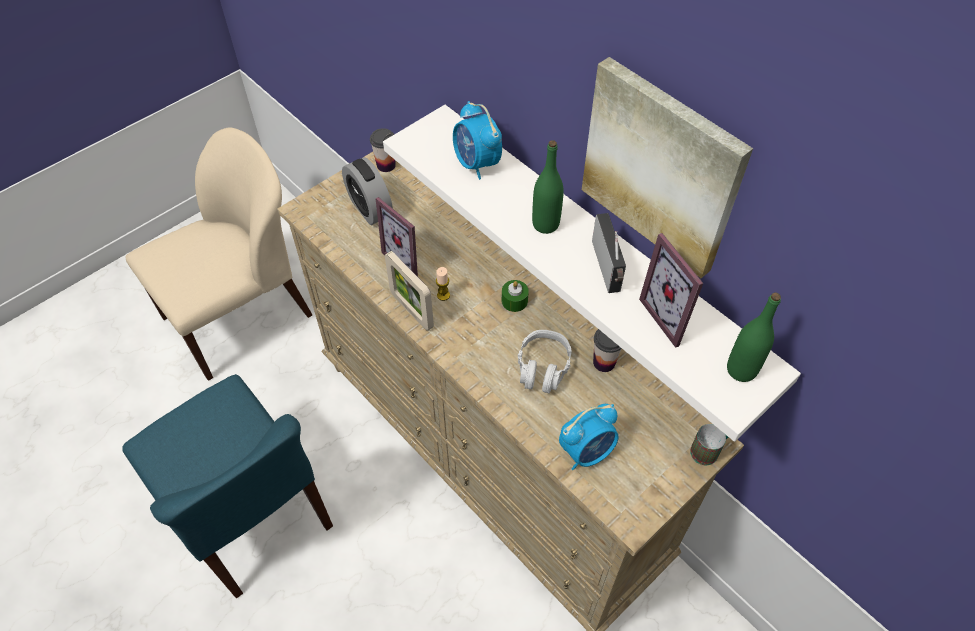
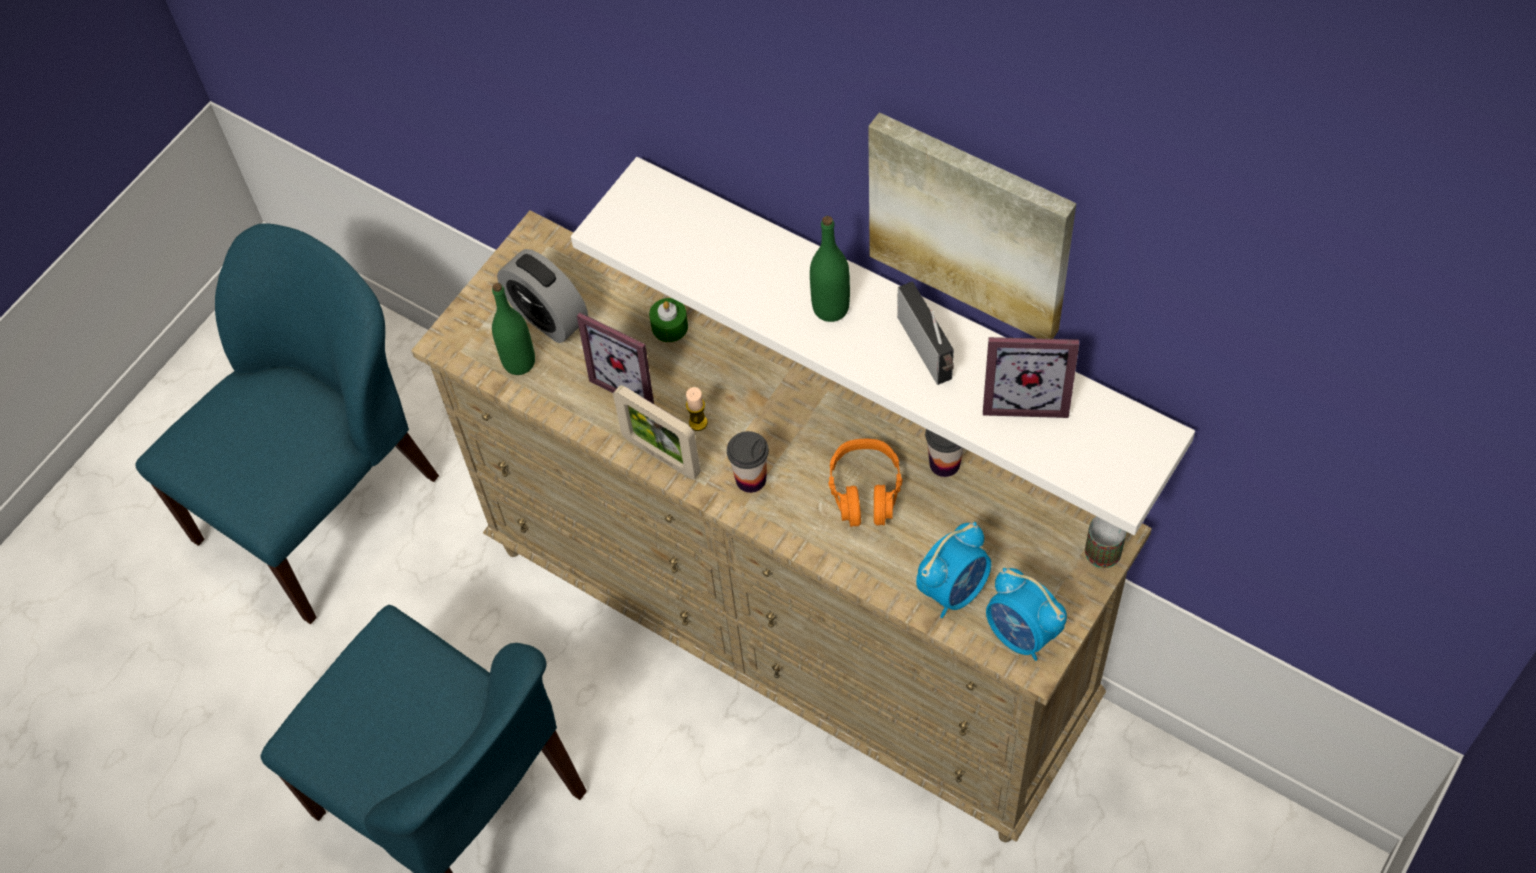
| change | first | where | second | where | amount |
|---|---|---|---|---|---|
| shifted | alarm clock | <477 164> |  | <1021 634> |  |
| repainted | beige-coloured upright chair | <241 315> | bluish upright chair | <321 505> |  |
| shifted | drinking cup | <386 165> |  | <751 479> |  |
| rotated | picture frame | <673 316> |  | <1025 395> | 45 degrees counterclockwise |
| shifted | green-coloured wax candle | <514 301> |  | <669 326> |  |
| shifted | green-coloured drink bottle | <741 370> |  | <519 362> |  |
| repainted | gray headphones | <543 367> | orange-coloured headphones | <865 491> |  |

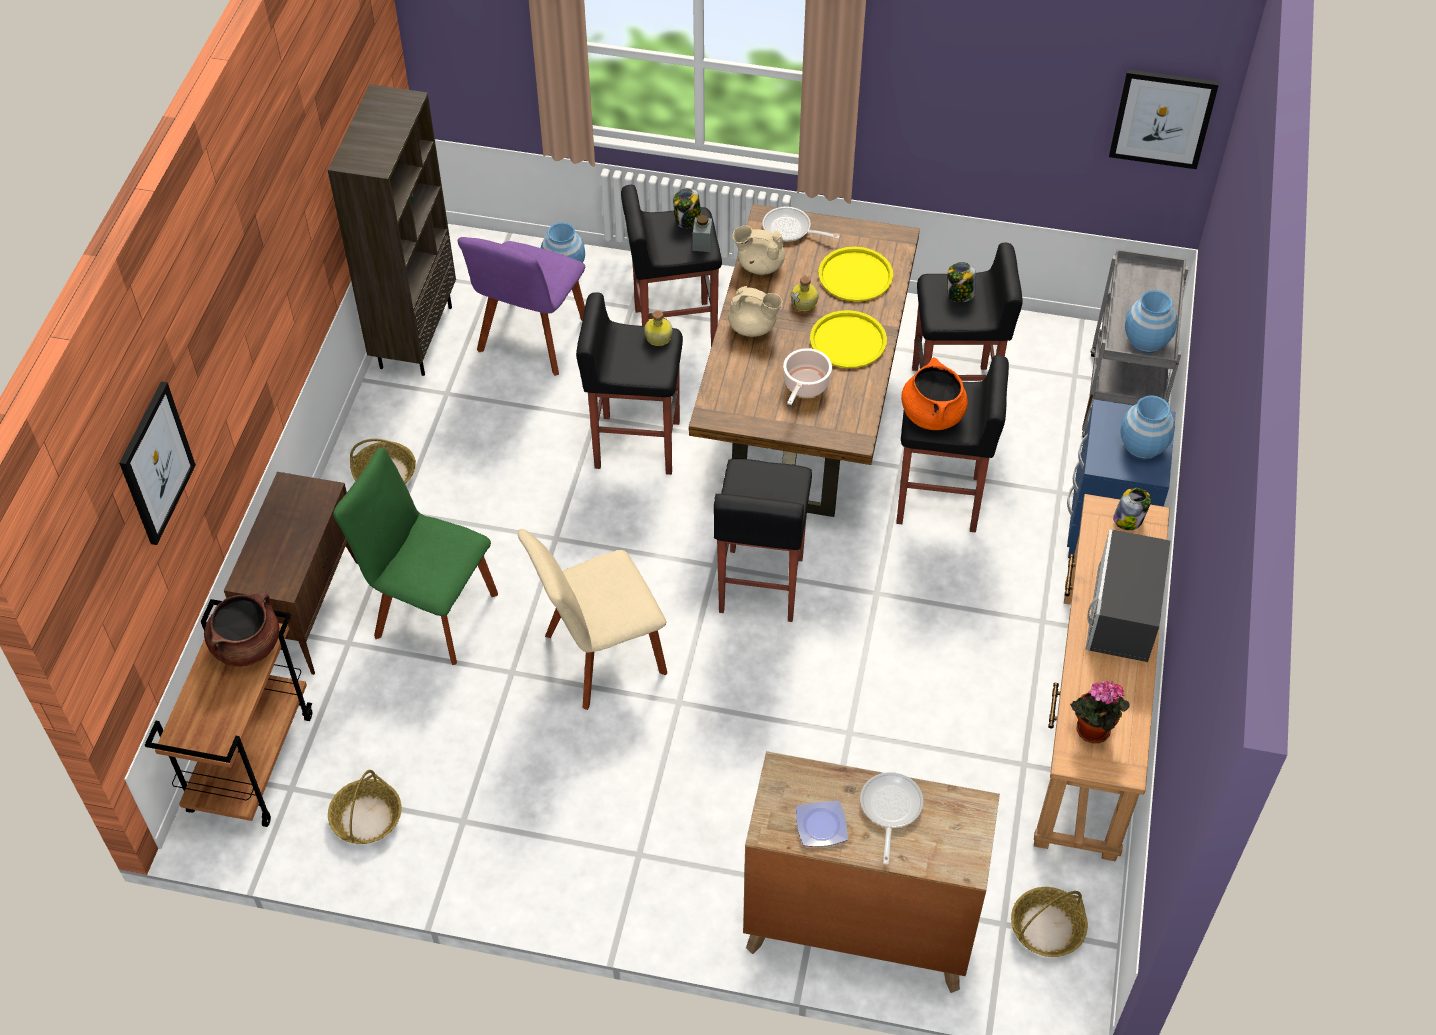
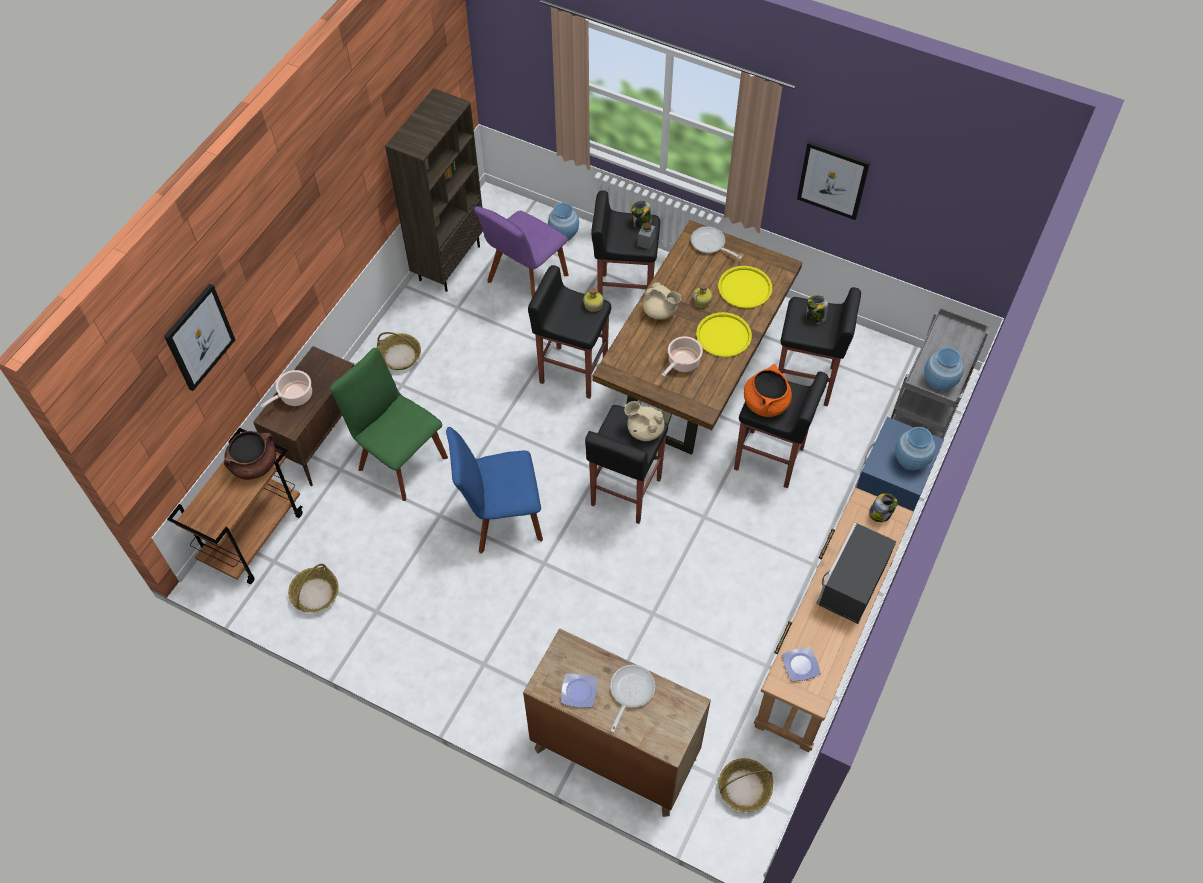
| change | first | where | second | where | amount |
|---|---|---|---|---|---|
| shifted | wall art | <1162 118> |  | <833 179> |  |
| shifted | beige-coloured tea pot | <759 265> |  | <644 430> |  |
| repainted | beige-coloured upright chair | <599 657> | bluish upright chair | <501 518> |  |
| swapped | plant in a pot | <1091 732> | plate | <800 666> |  |
| new |  |  | stockpot | <295 396> |  |

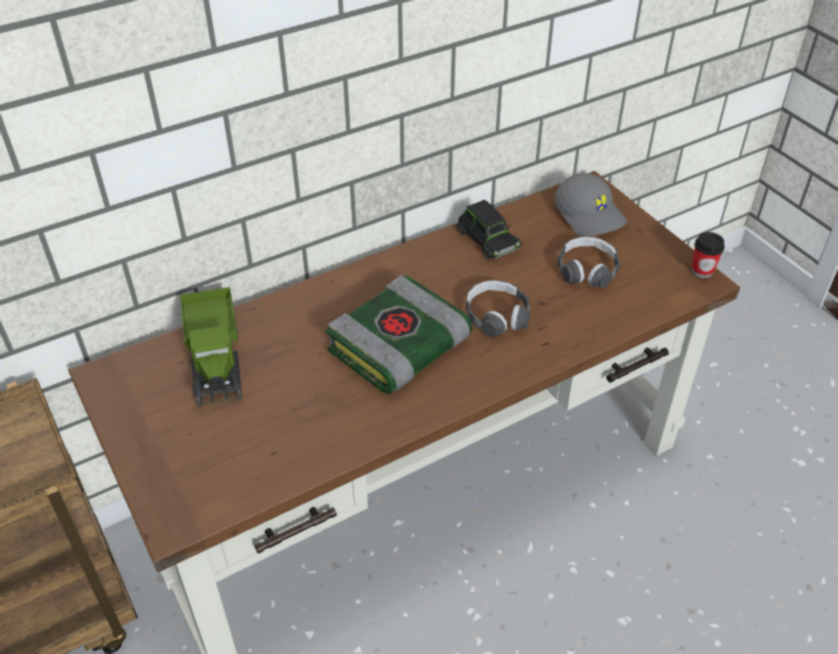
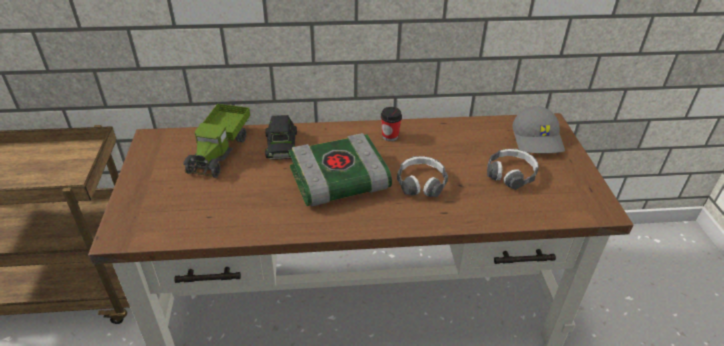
| change | first | where | second | where | amount |
|---|---|---|---|---|---|
| shifted | black-coloured model car | <487 238> |  | <281 144> |  |
| shifted | drinking cup | <702 271> |  | <390 136> |  |

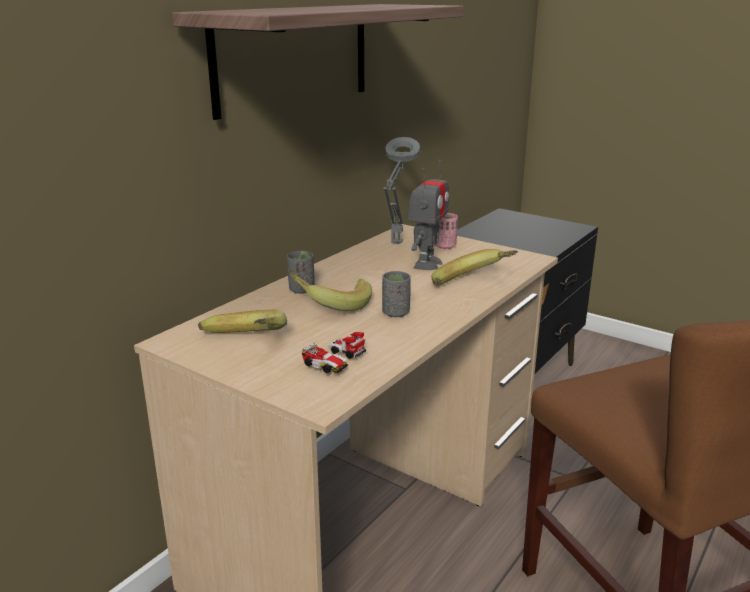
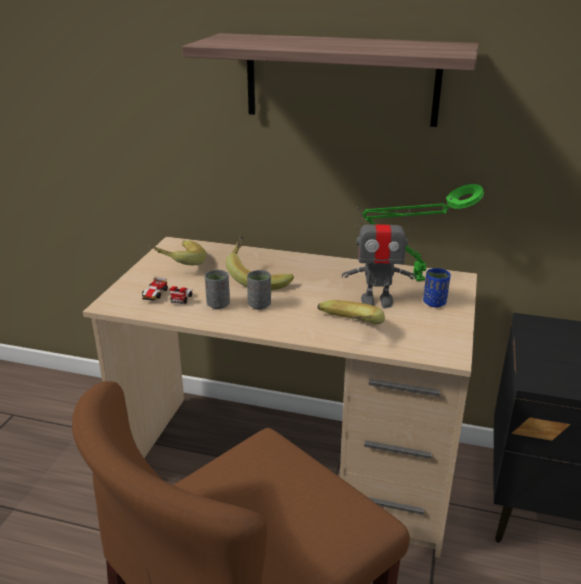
| change | first | where | second | where | amount |
|---|---|---|---|---|---|
| repainted | gray lamp for a table | <396 244> | green-coloured lamp for a table | <415 280> |  |
| repainted | pinkish drinking cup | <445 246> | bluish drinking cup | <434 303> |  |
| shifted | gray drinking cup | <301 290> |  | <218 304> |  |

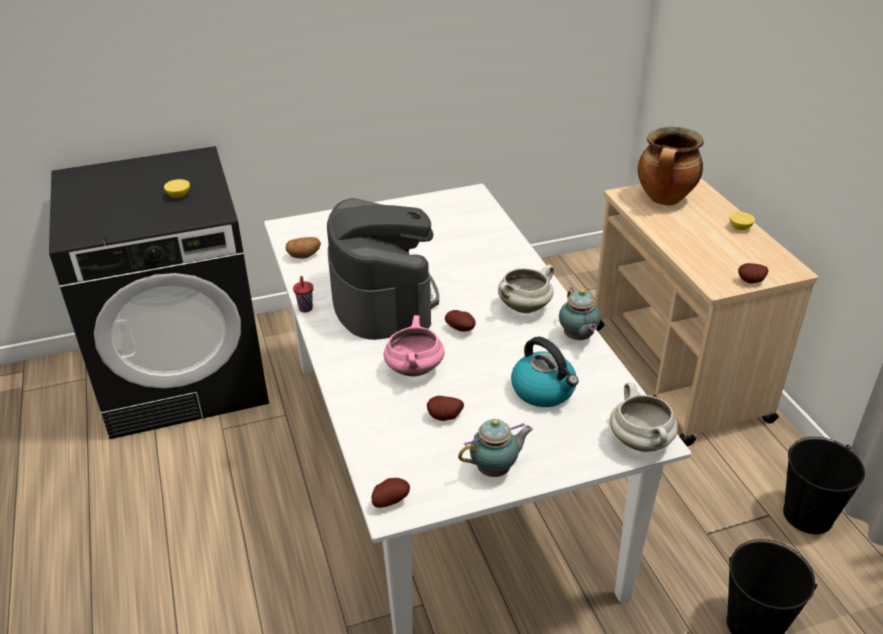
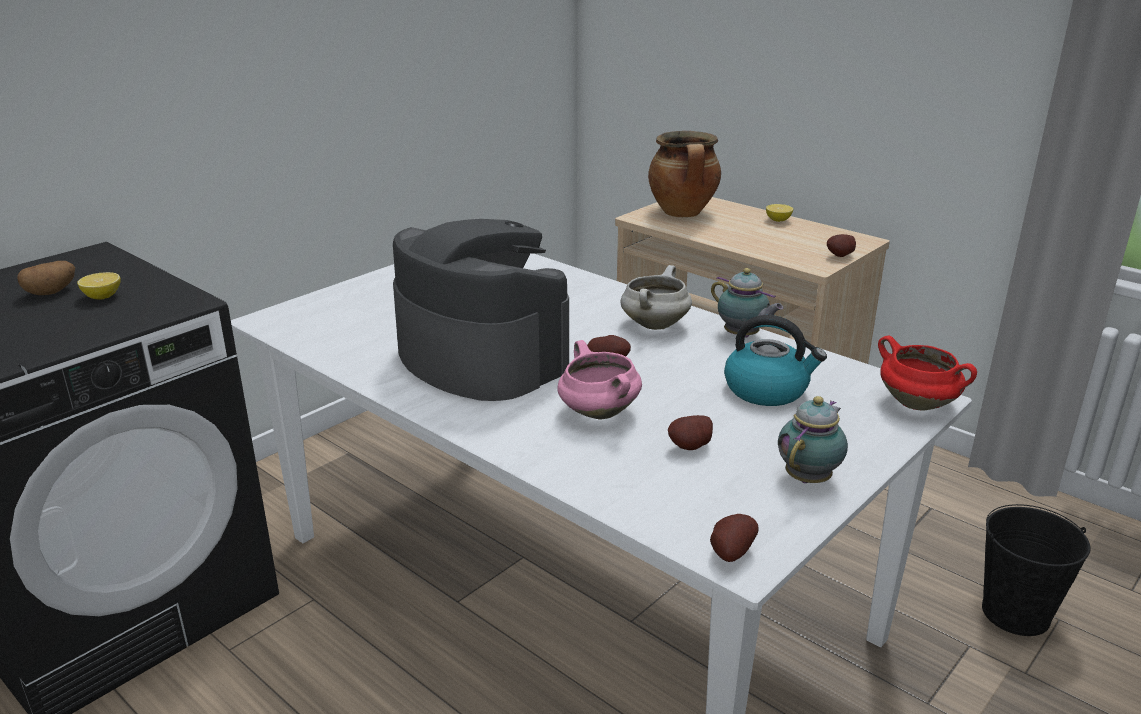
| change | first | where | second | where | amount |
|---|---|---|---|---|---|
| shifted | whole potato | <304 256> |  | <51 292> |  |
| gone | red-coloured drinking cup | <305 309> |  |  |  |
| repainted | white-coloured stockpot | <641 442> | red-coloured stockpot | <918 404> |  |
| gone | black-coloured bucket | <808 515> |  |  |  |

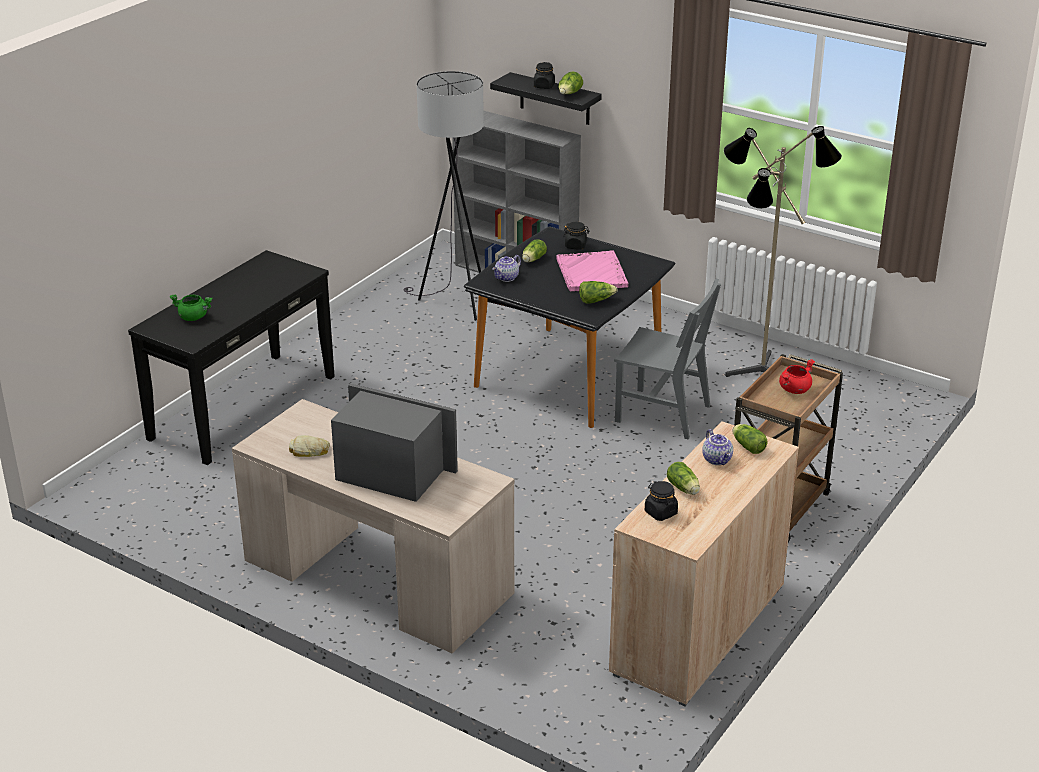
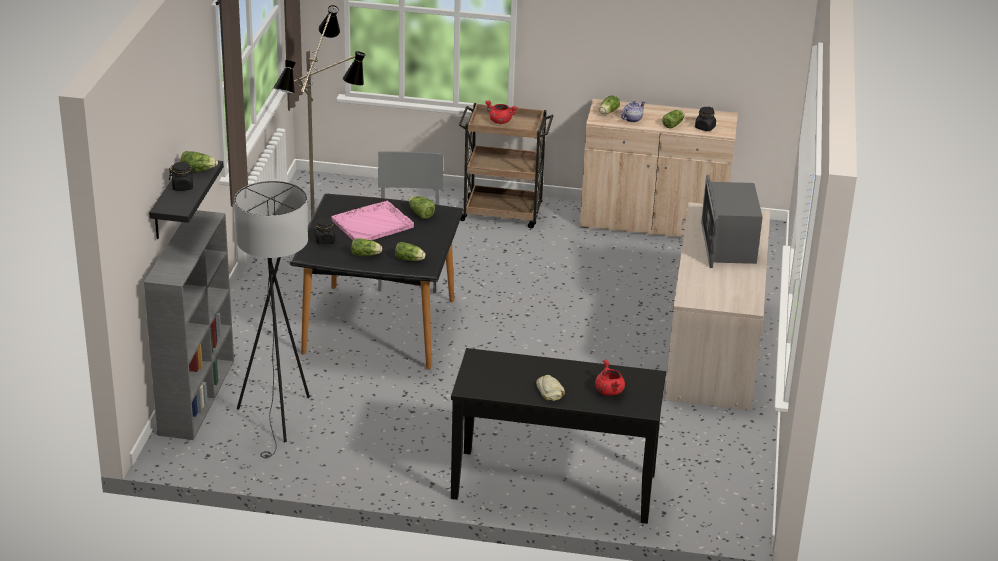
| change | first | where | second | where | amount |
|---|---|---|---|---|---|
| swapped | tea pot | <507 278> | head of lettuce | <410 259> |  |
| repainted | green-coloured stockpot | <193 317> | red-coloured stockpot | <609 391> |  |
| shifted | baked bread | <309 451> |  | <550 391> |  |

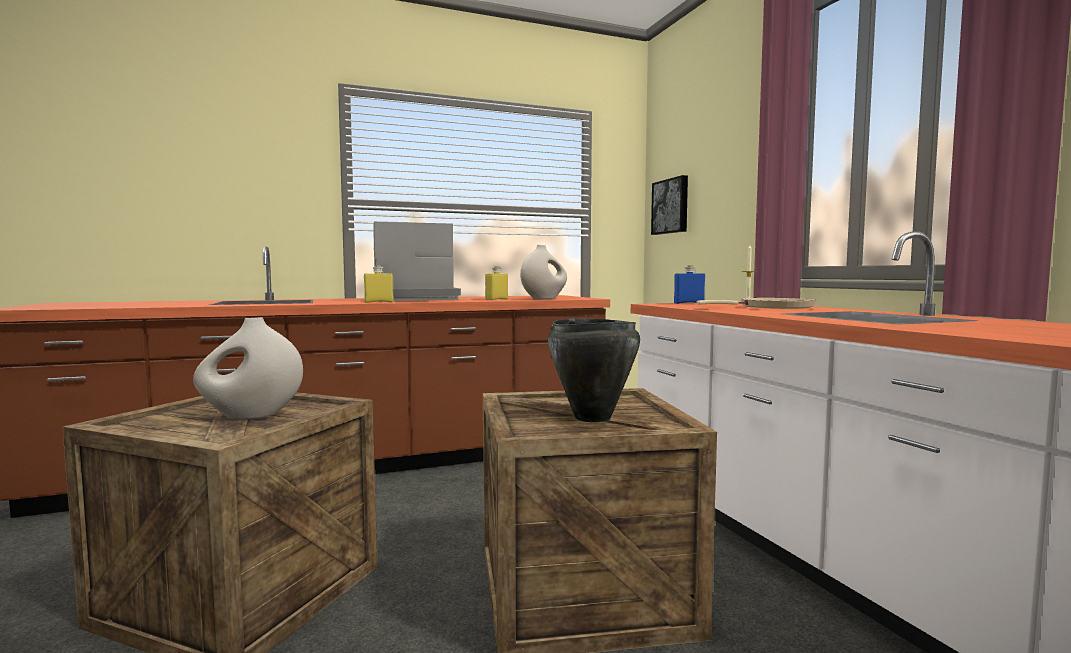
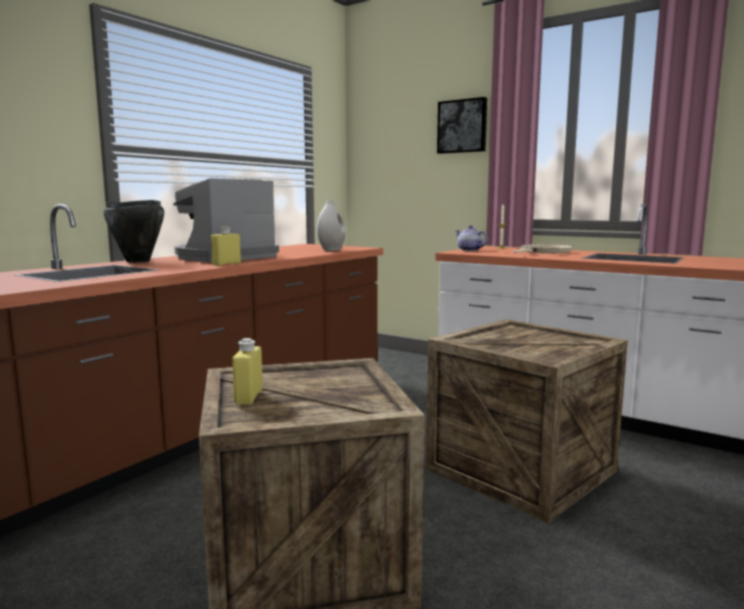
| change | first | where | second | where | amount |
|---|---|---|---|---|---|
| shifted | wall art | <671 206> |  | <462 126> |  |
| swapped | bluish drink bottle | <689 303> | tea pot | <470 250> |  |
| shifted | yellowish drink bottle | <496 299> |  | <249 397> |  |
| gone | white-coloured vase | <251 416> |  |  |  |
| shifted | black-coloured stockpot | <592 418> |  | <138 261> |  |

